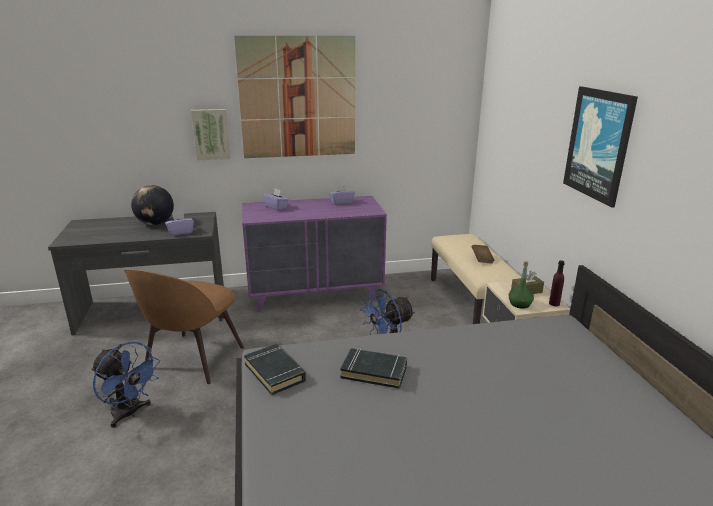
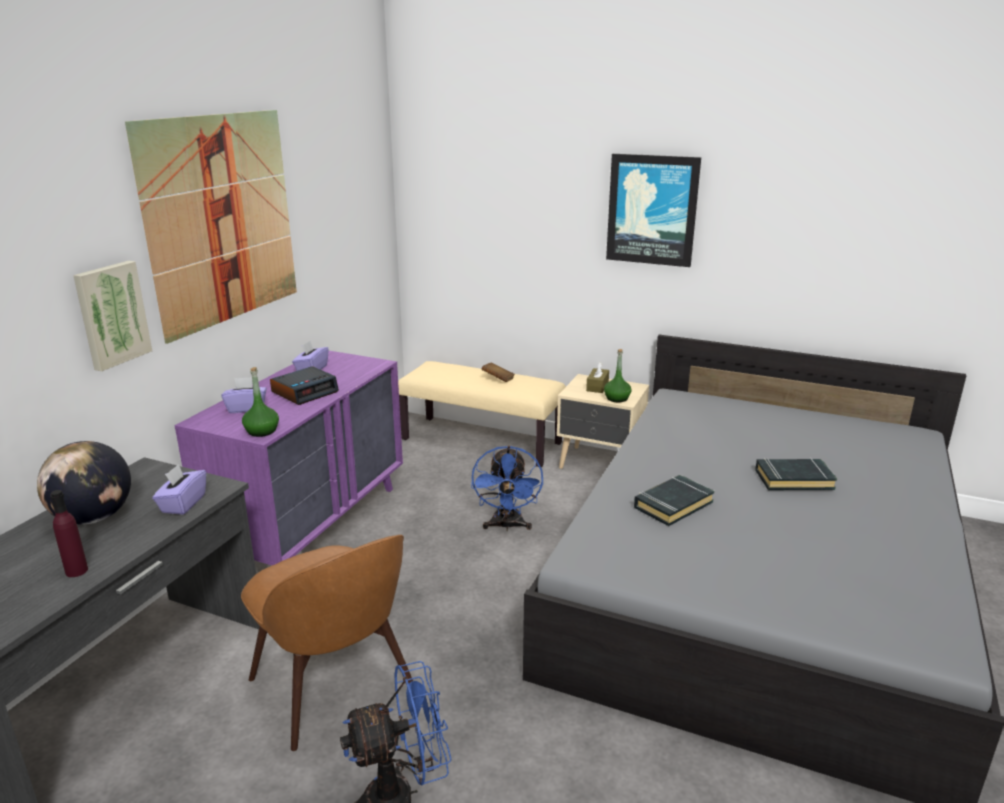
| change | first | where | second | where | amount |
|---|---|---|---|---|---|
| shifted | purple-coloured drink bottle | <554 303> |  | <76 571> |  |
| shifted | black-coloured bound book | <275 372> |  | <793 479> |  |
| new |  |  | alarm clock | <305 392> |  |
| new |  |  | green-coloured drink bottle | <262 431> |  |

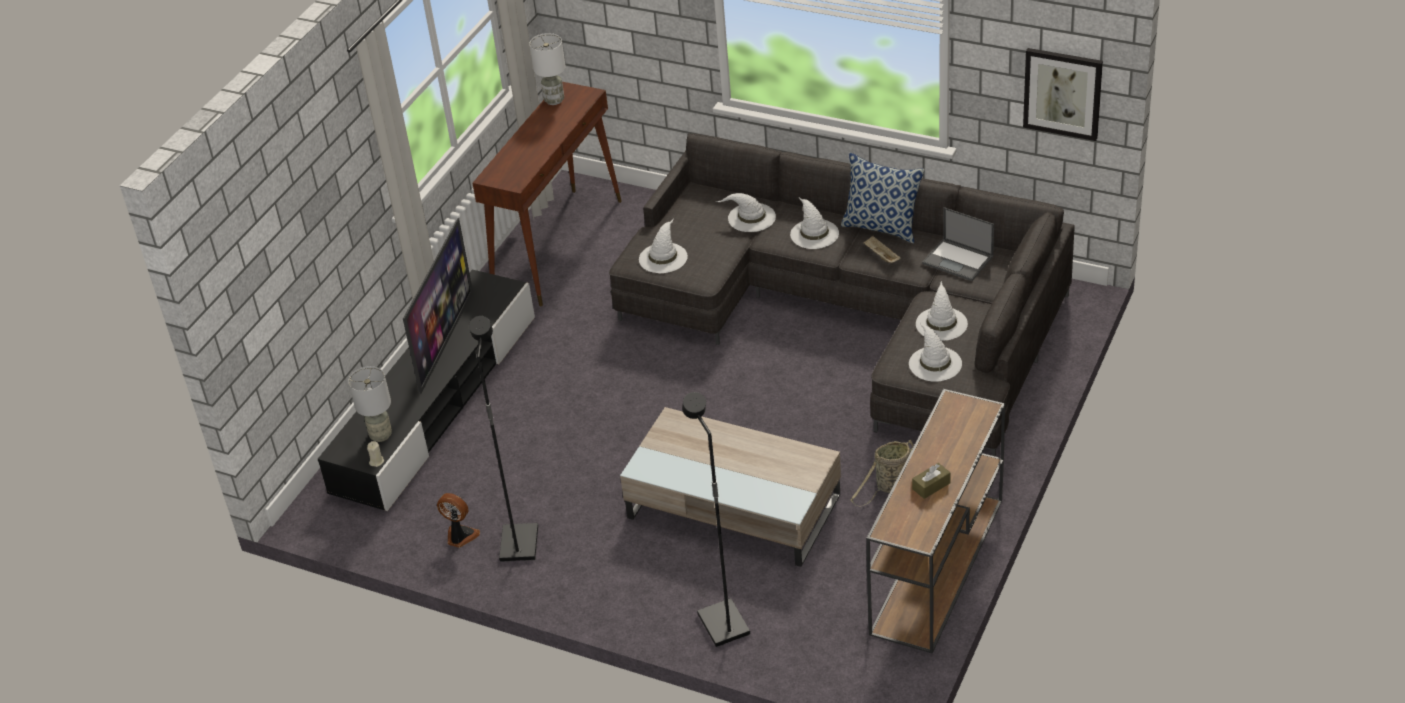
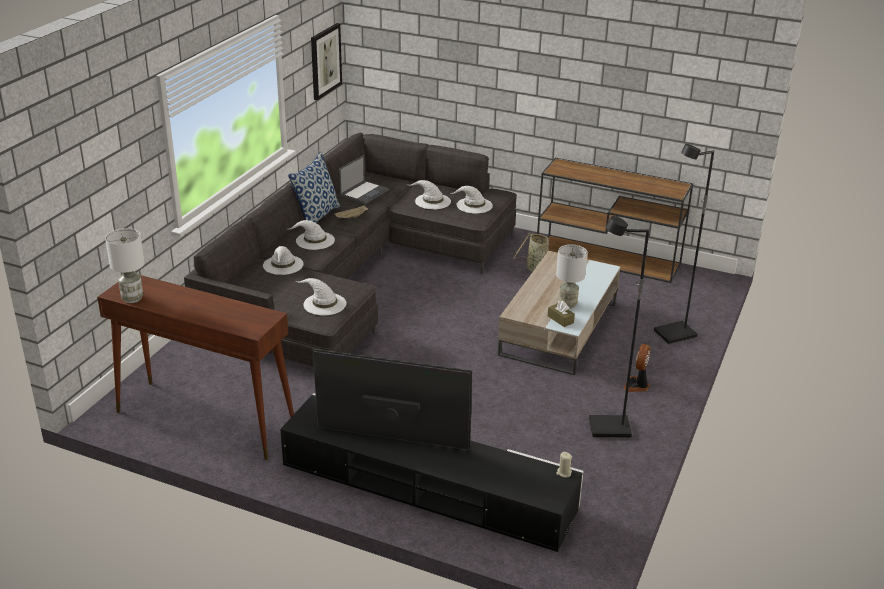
| change | first | where | second | where | amount |
|---|---|---|---|---|---|
| shifted | gray lamp for a table | <381 435> |  | <567 304> |  |
| shifted | brownish tissue holder | <931 486> |  | <560 319> |  |
| shifted | electric fan | <460 537> |  | <637 386> |  |

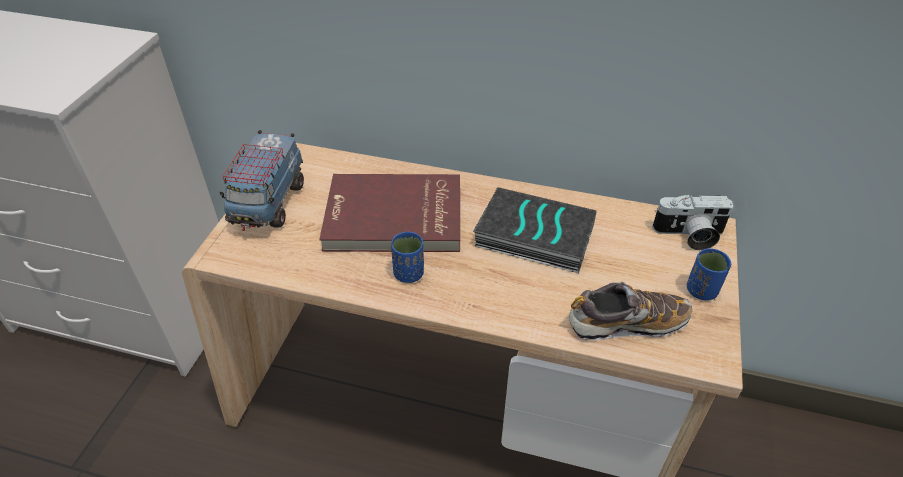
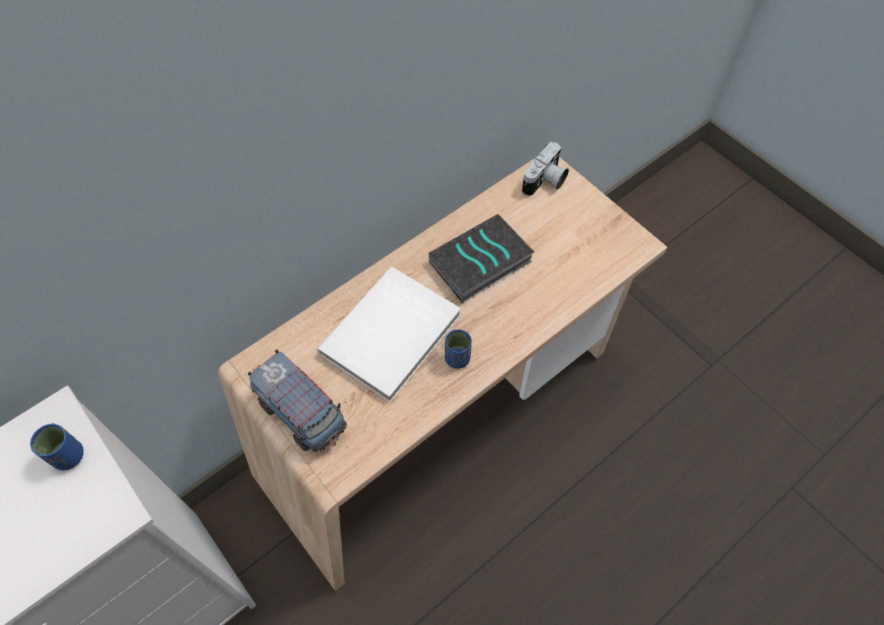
| change | first | where | second | where | amount |
|---|---|---|---|---|---|
| repainted | red-coloured bound book | <394 218> | white-coloured bound book | <393 336> |  |
| shifted | bluish drinking cup | <701 291> |  | <68 456> |  |
| gone | low shoe | <626 324> |  |  |  |

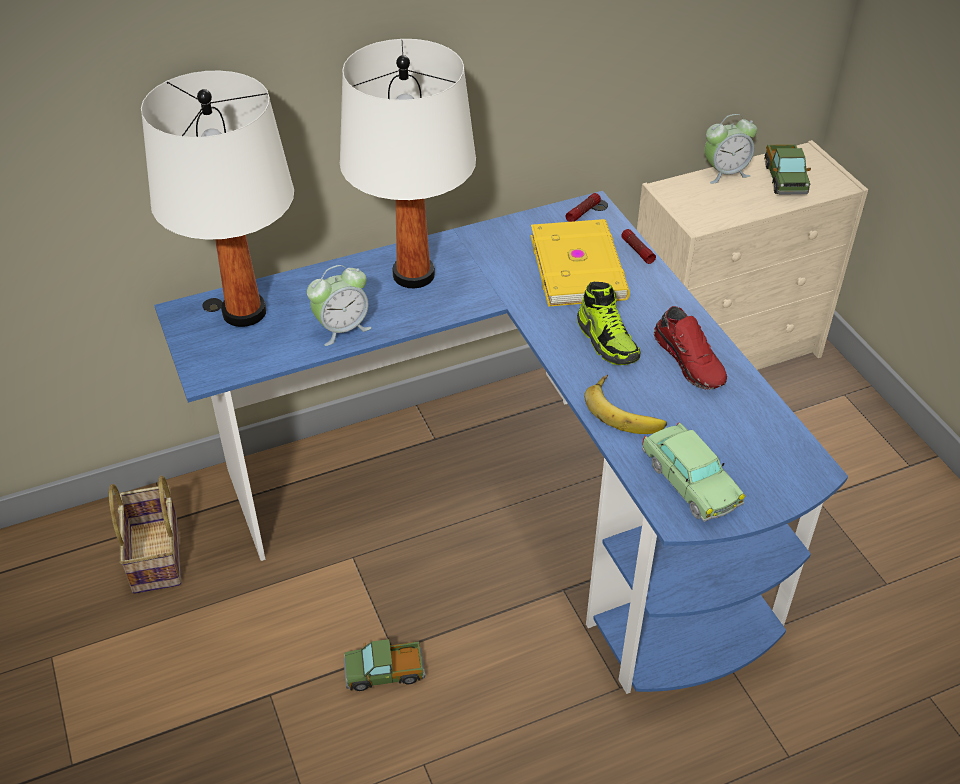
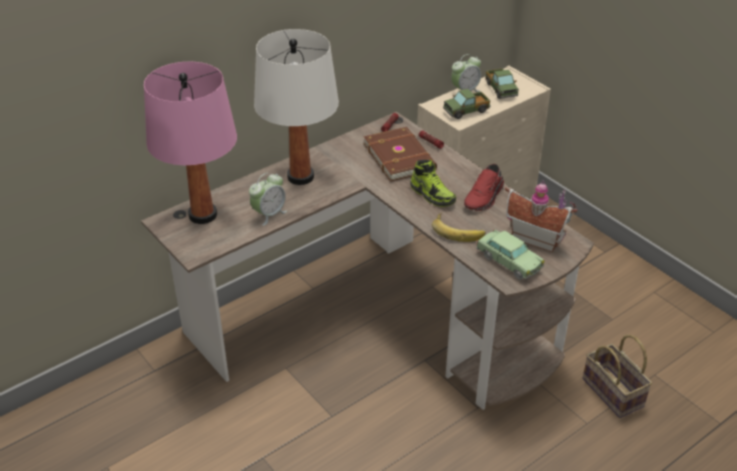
| change | first | where | second | where | amount |
|---|---|---|---|---|---|
| repainted | white-coloured lamp for a table | <245 312> | pinkish lamp for a table | <203 215> |  |
| repainted | bluish desk unit | <518 503> | brownish desk unit | <379 316> |  |
| repainted | yellowish bound book | <580 266> | brownish bound book | <400 156> |  |
| rotated | red-coloured low shoe | <691 360> |  | <485 197> | 75 degrees clockwise |
| shifted | basket | <157 557> |  | <614 393> |  |
| shifted | toy truck | <385 672> |  | <466 111> |  |
| new |  |  | miniature house | <536 237> |  |

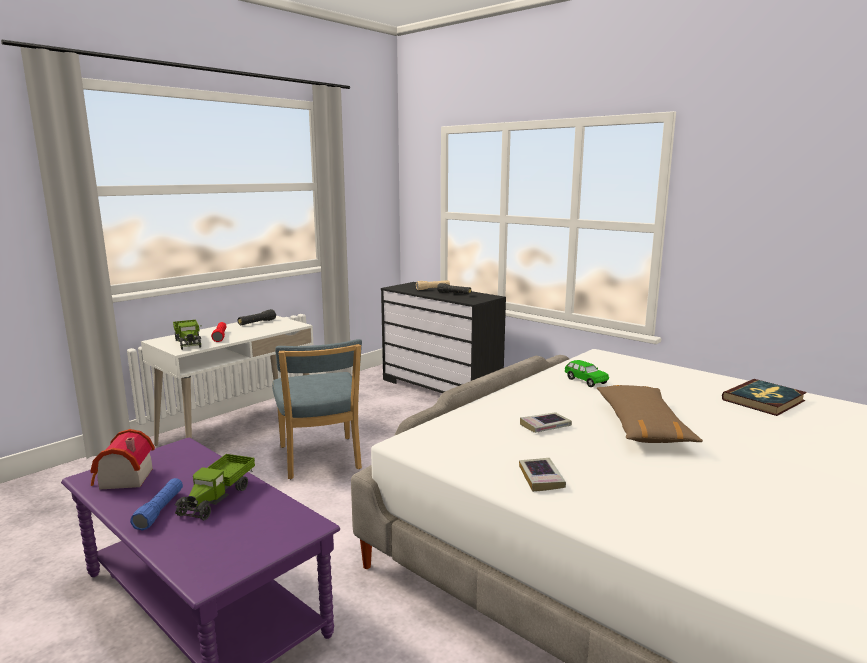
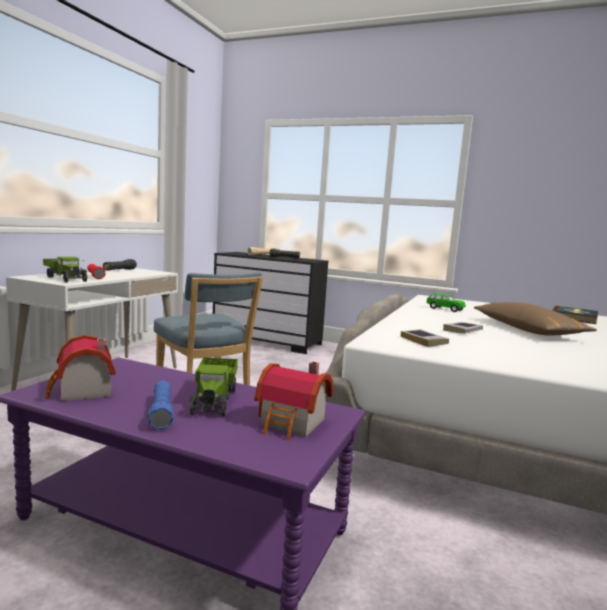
| change | first | where | second | where | amount |
|---|---|---|---|---|---|
| shifted | bound book | <541 478> |  | <423 341> |  |
| new |  |  | miniature house | <293 424> |  |

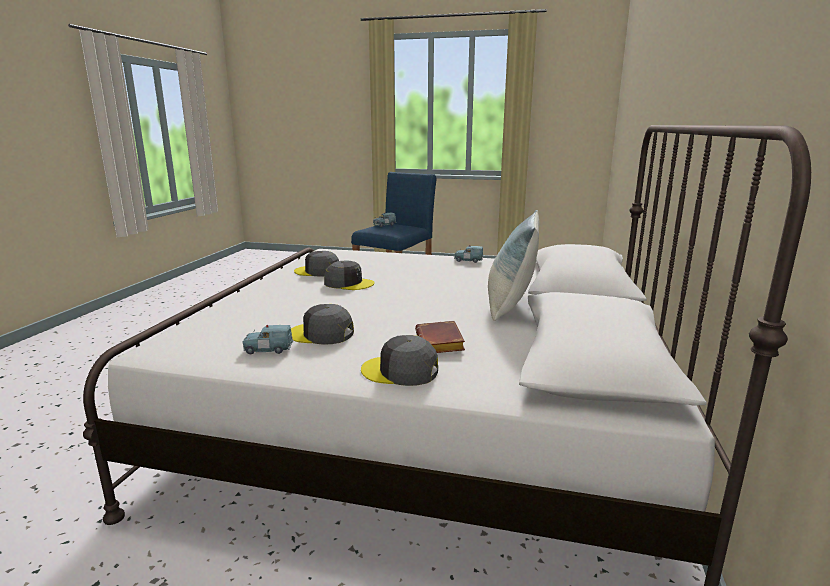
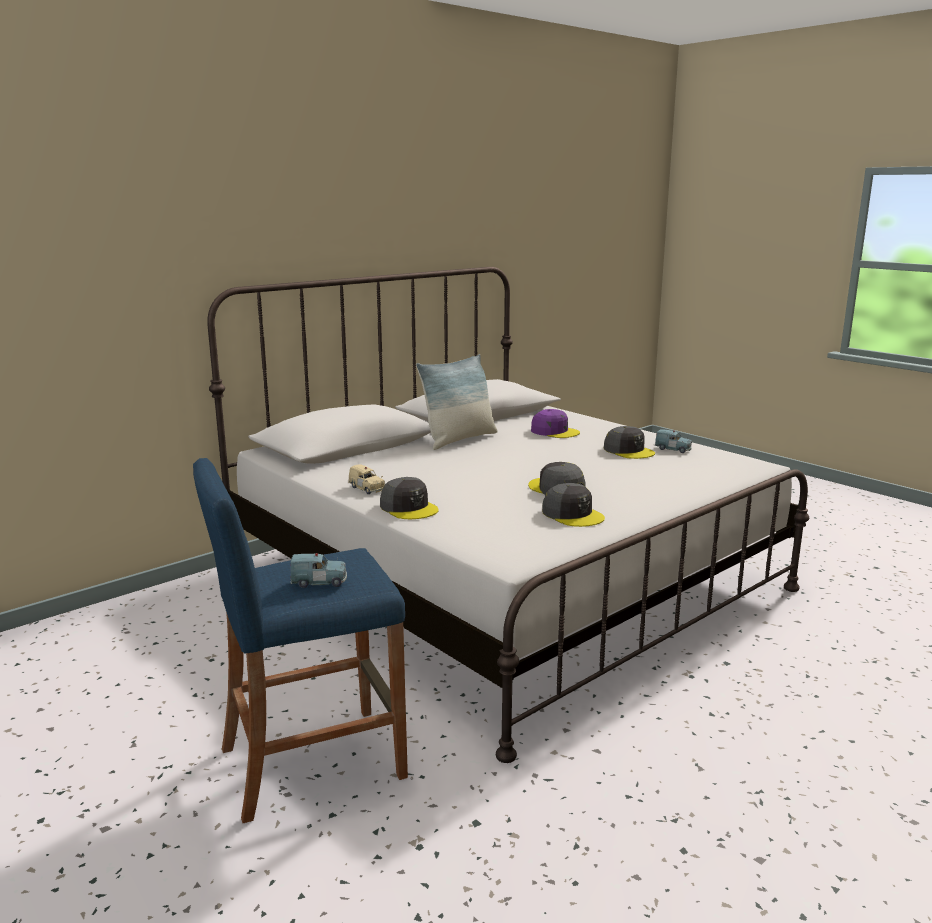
| change | first | where | second | where | amount |
|---|---|---|---|---|---|
| repainted | bluish model car | <468 260> | beige-coloured model car | <367 489> |  |
| swapped | brownish bound book | <441 343> | purple-coloured peaked cap | <554 431> |  |
| shifted | gray peaked cap | <400 371> |  | <409 508> |  |

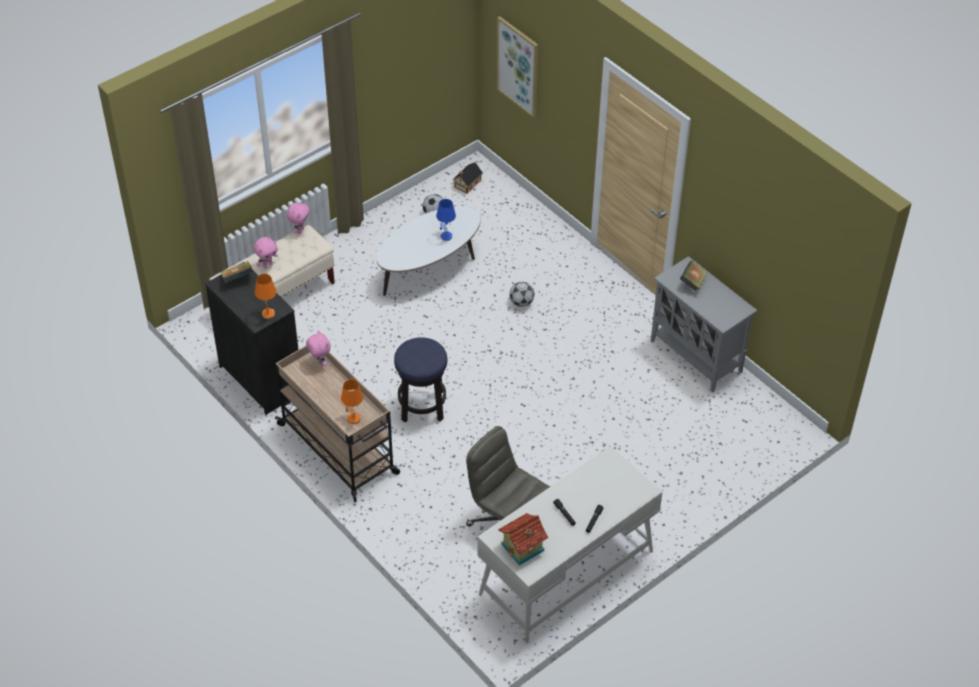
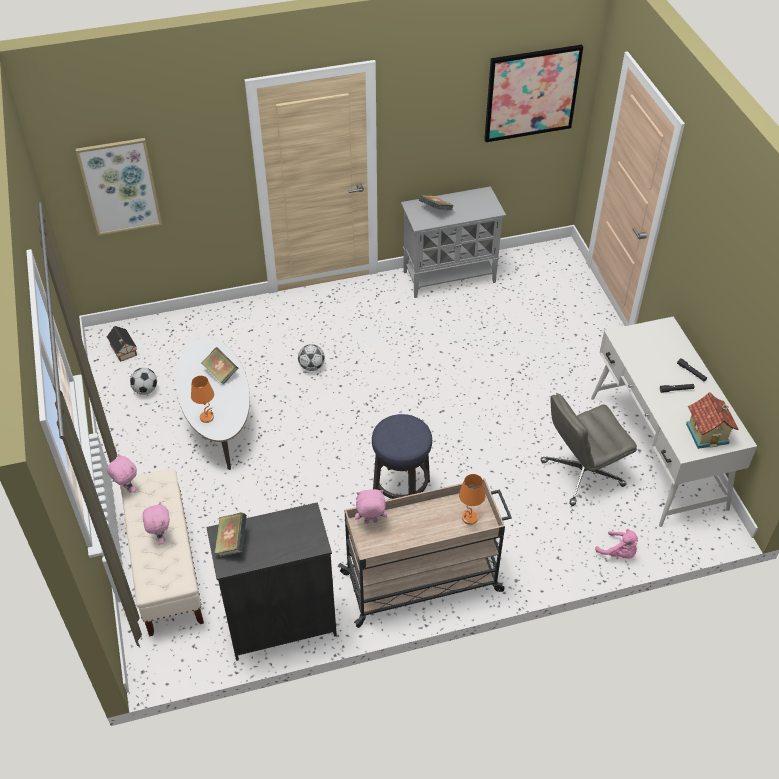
| change | first | where | second | where | amount |
|---|---|---|---|---|---|
| swapped | bluish lamp for a table | <445 236> | bound book | <220 373> |  |
| shifted | orange-coloured lamp for a table | <268 314> |  | <207 417> |  |
| new |  |  | wall art | <531 93> |  |
| new |  |  | pinkish soft toy | <619 552> |  |

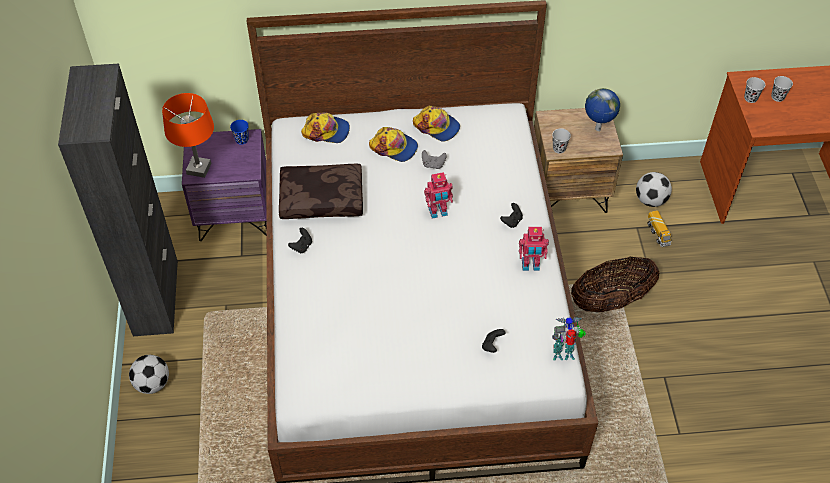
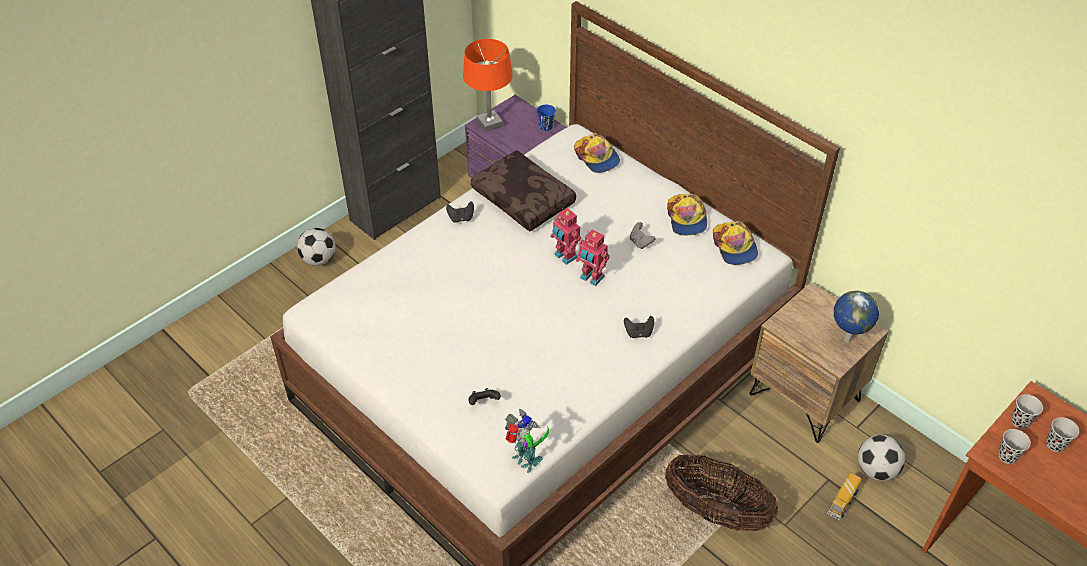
| change | first | where | second | where | amount |
|---|---|---|---|---|---|
| shifted | peaked cap | <394 147> |  | <734 247> |  |
| shifted | black-coloured drinking cup | <559 149> |  | <1007 456> |  |
| shifted | toy robot | <530 265> |  | <565 256> |  |

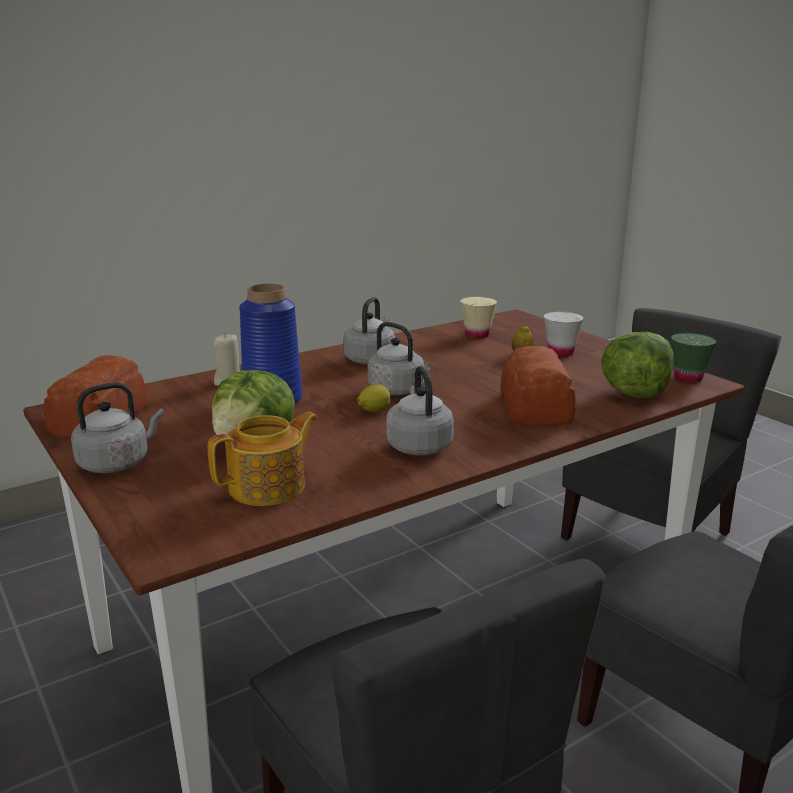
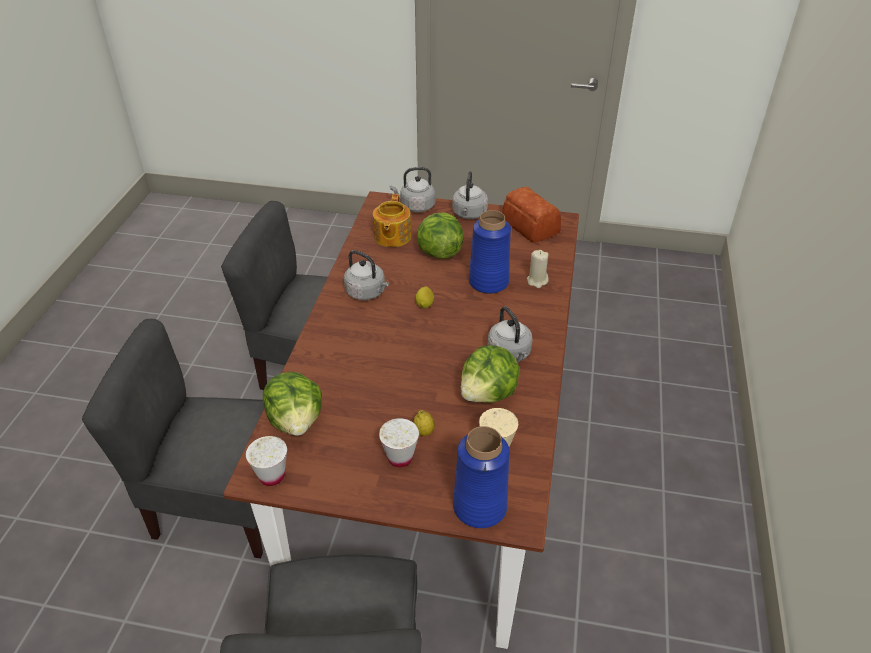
| change | first | where | second | where | amount |
|---|---|---|---|---|---|
| shifted | gray kettle | <398 391> |  | <415 206> |  |
| repainted | green-coloured drinking cup | <688 377> | white-coloured drinking cup | <272 476> |  |
| gone | baked bread | <537 407> |  |  |  |
| new |  |  | head of lettuce | <488 394> |  |
| new |  |  | bluish vase | <480 506> |  |

